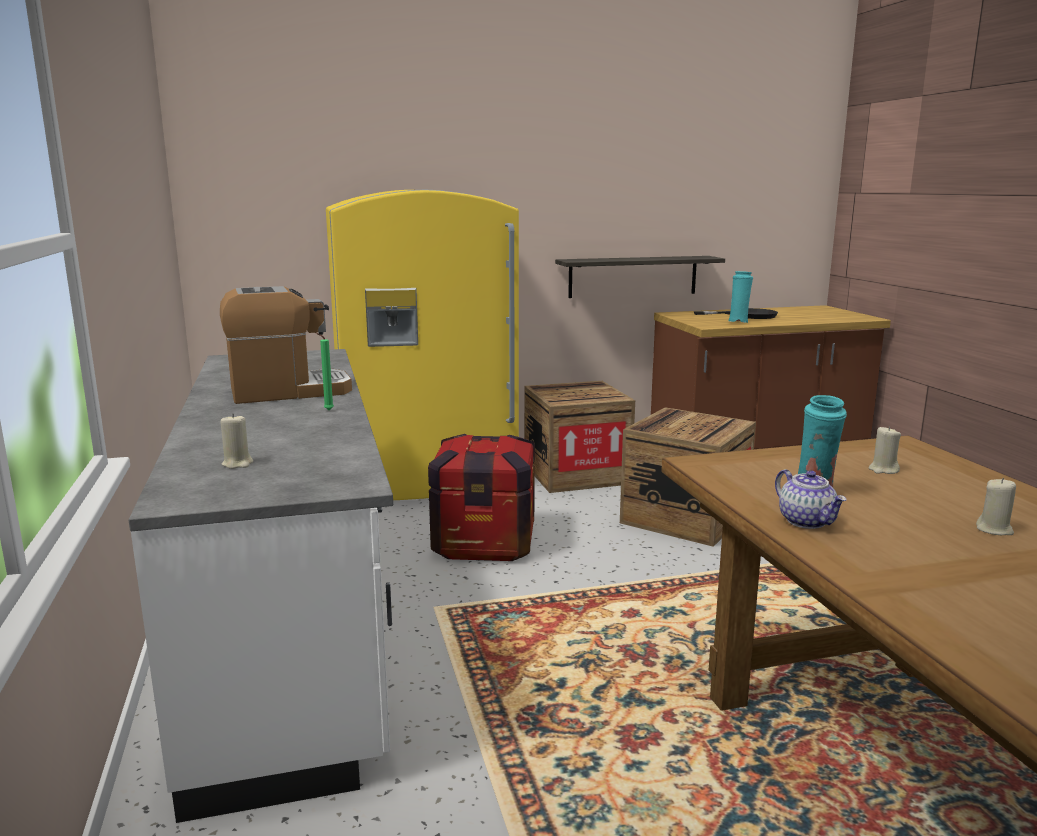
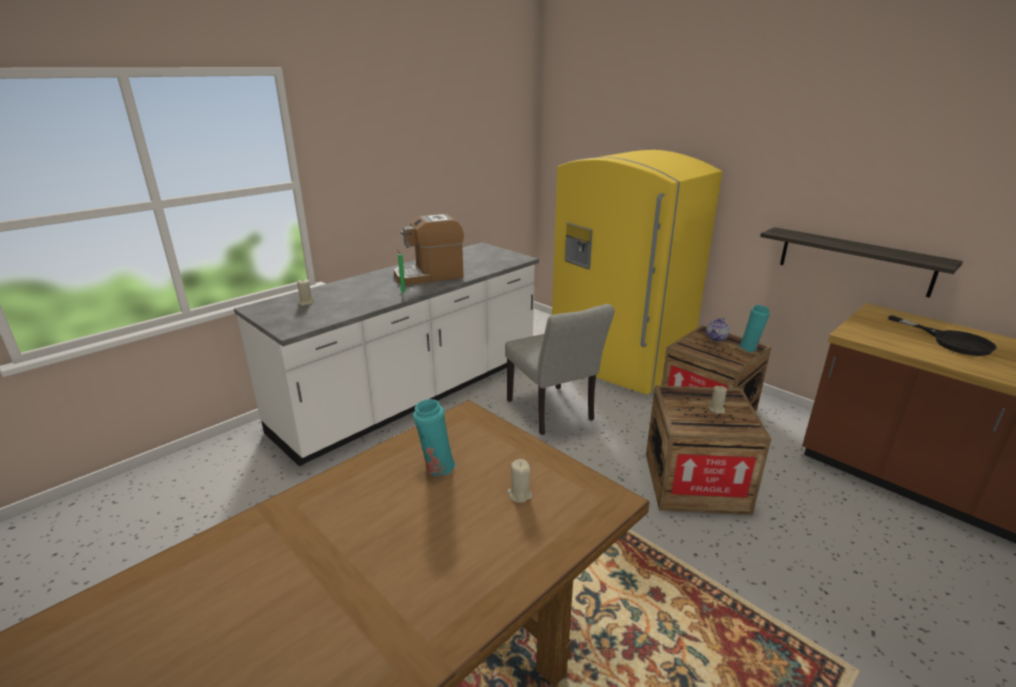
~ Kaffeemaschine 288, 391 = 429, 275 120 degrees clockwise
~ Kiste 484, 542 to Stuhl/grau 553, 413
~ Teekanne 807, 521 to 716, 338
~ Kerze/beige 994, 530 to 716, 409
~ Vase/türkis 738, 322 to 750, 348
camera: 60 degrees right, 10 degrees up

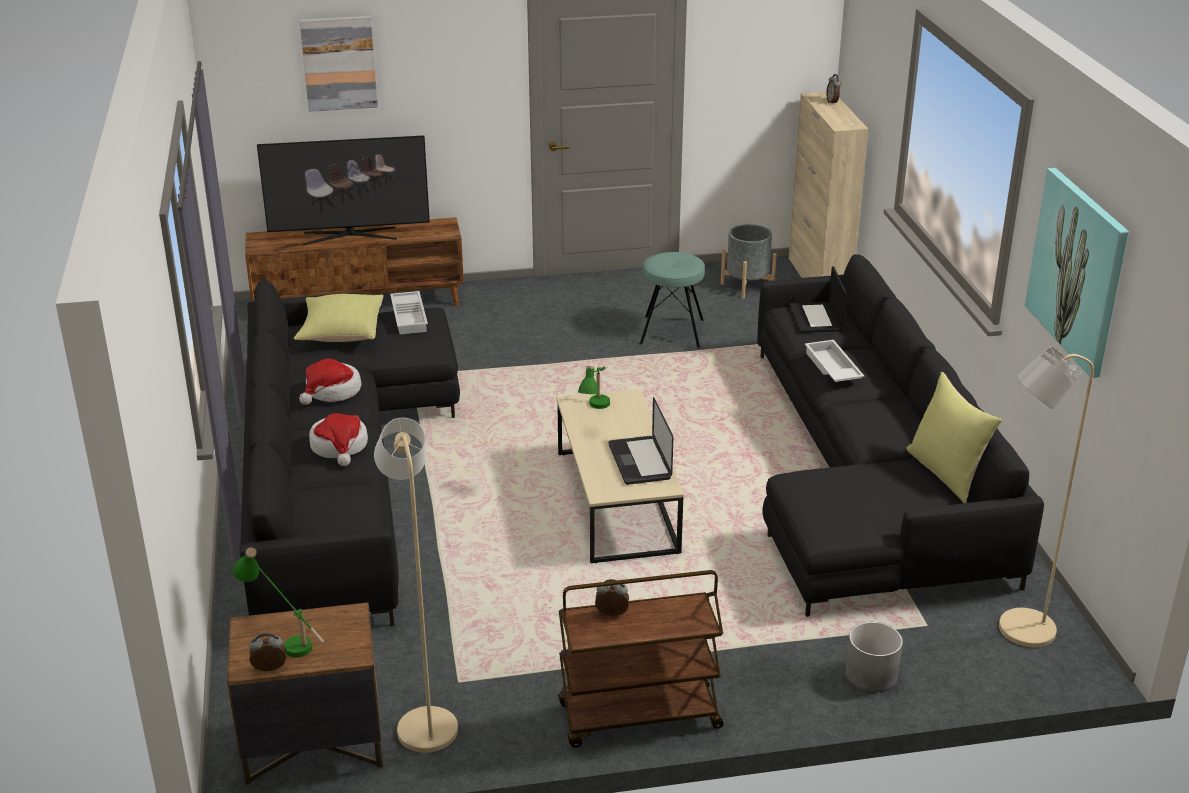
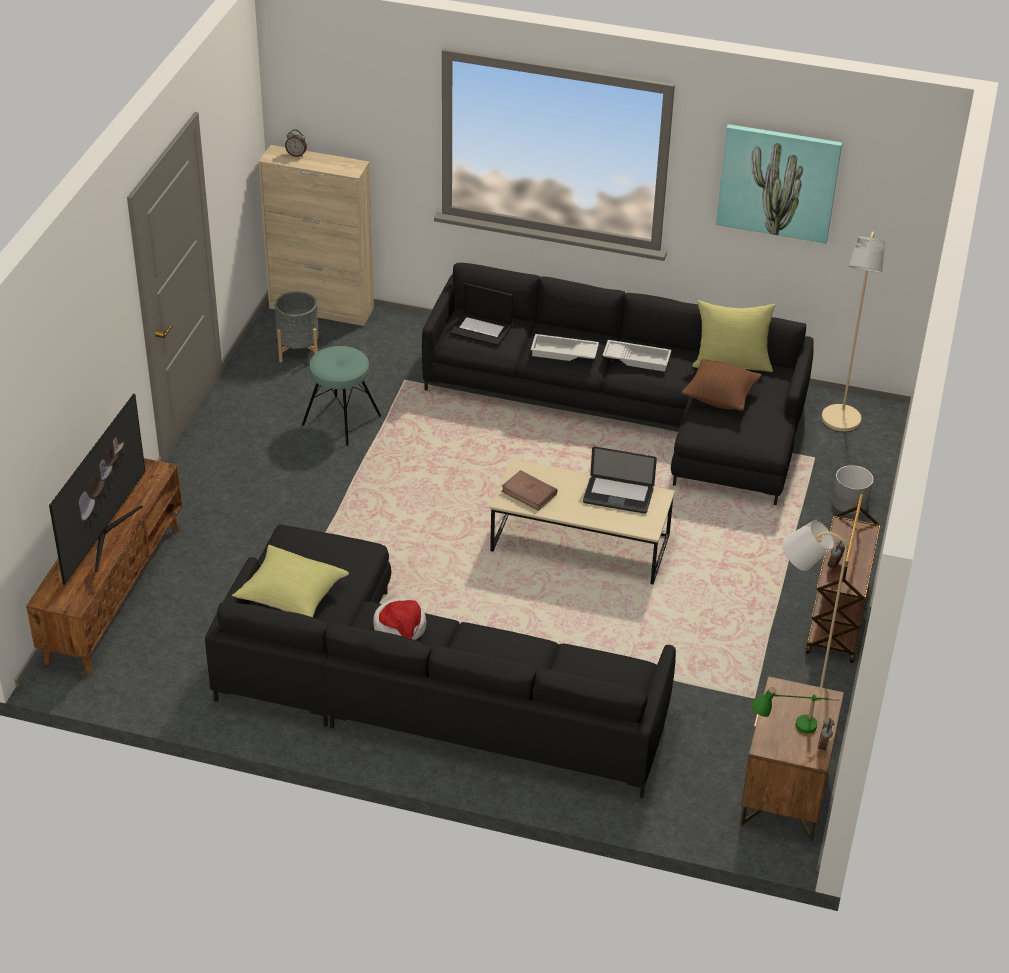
~ Tischlampe/grün 596, 411 to Buch/braun 529, 493
~ Tablett/weiß 410, 317 to 637, 359
+ Kissen/braun 720, 398
- Bild 339, 63
- Hut 340, 447
camera: 65 degrees left, 10 degrees up

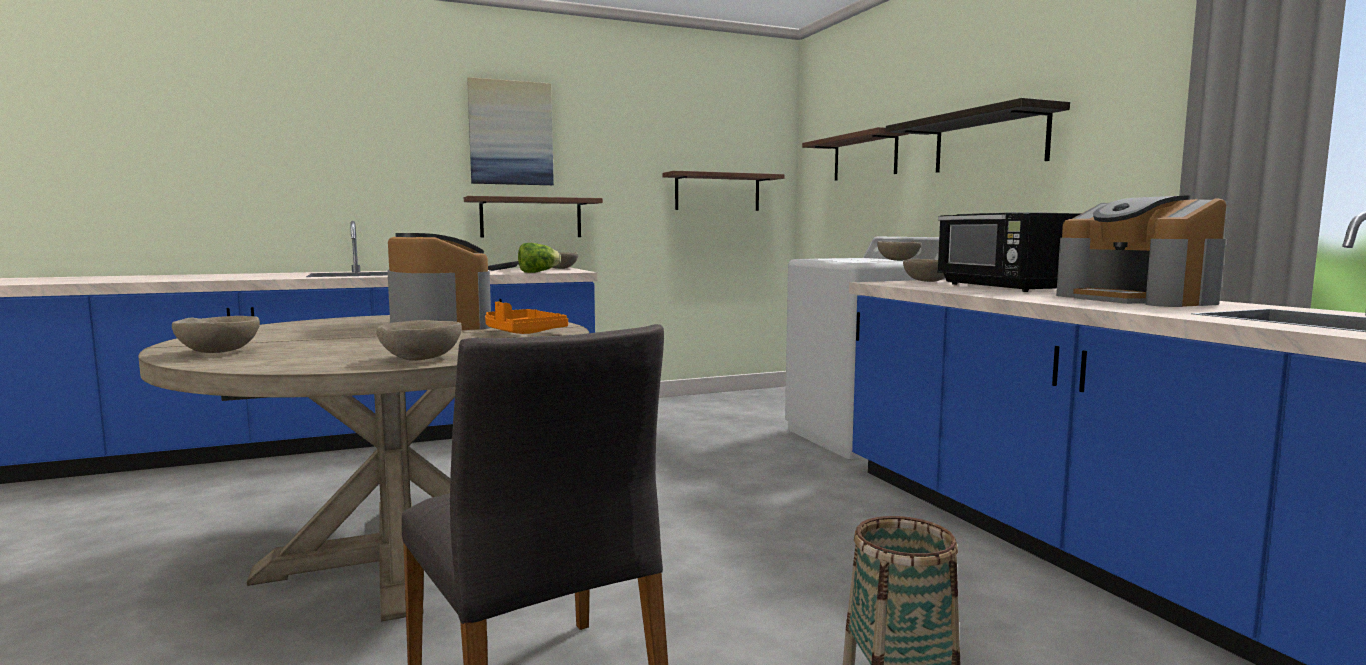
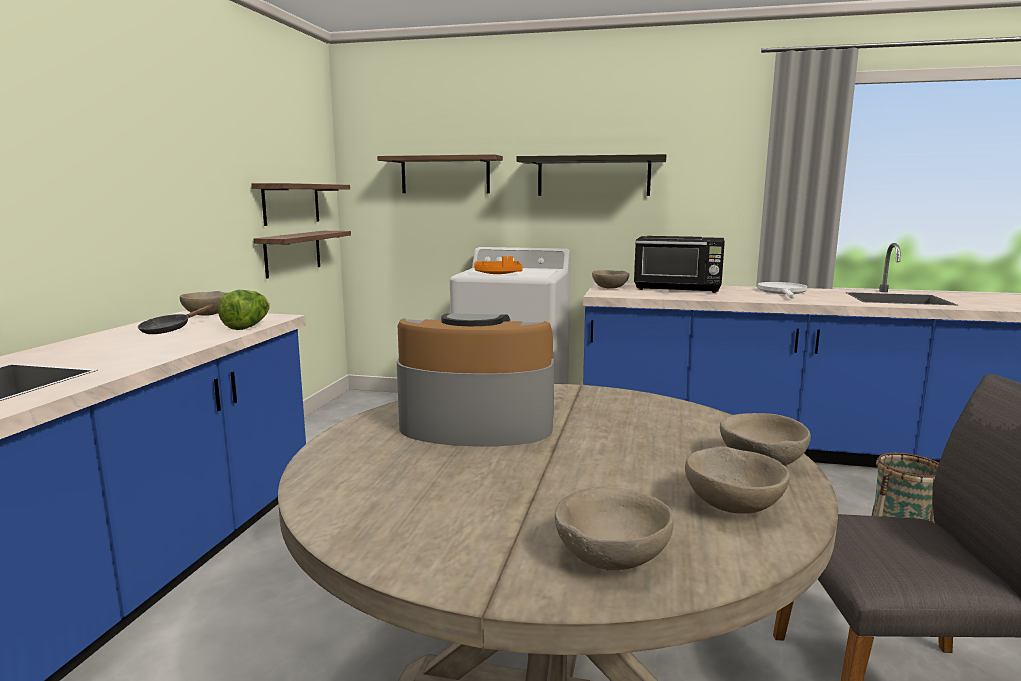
~ Wandregal 531, 217 to 293, 253
~ Tablett/orange 521, 333 to 498, 274
~ Schüssel/beige 898, 260 to 734, 506
~ Kaffeemaschine 1137, 299 to Pfanne/weiß 783, 292
- Bild 511, 133
camera: 55 degrees left, 5 degrees up

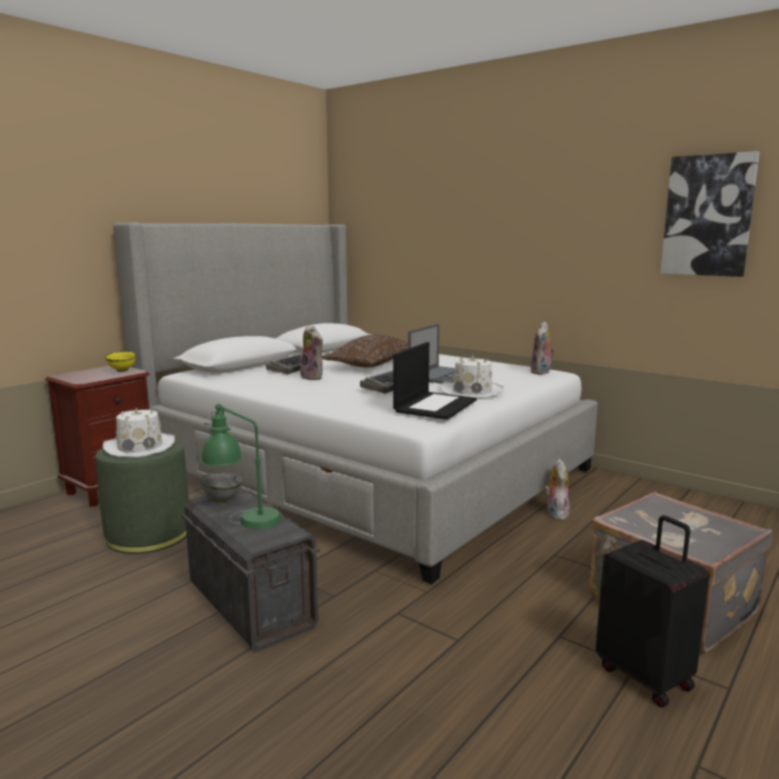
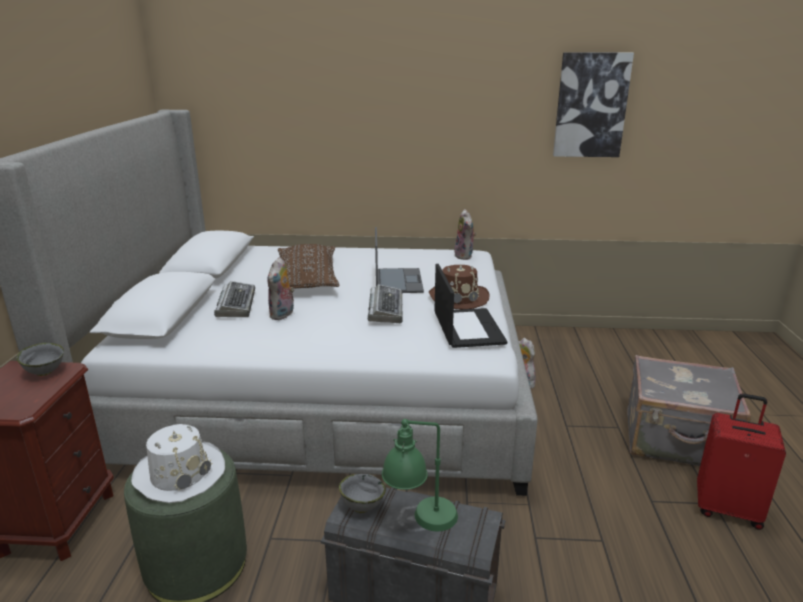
~ Schüssel/gelb 123, 371 to Schüssel/grau 46, 372
~ Plüschtier 314, 377 = 283, 315 90 degrees clockwise
~ Hut/weiß 472, 391 to Hut/braun 458, 297
~ Koffer/schwarz 645, 676 to Koffer/rot 727, 509
camera: 35 degrees left, 10 degrees up

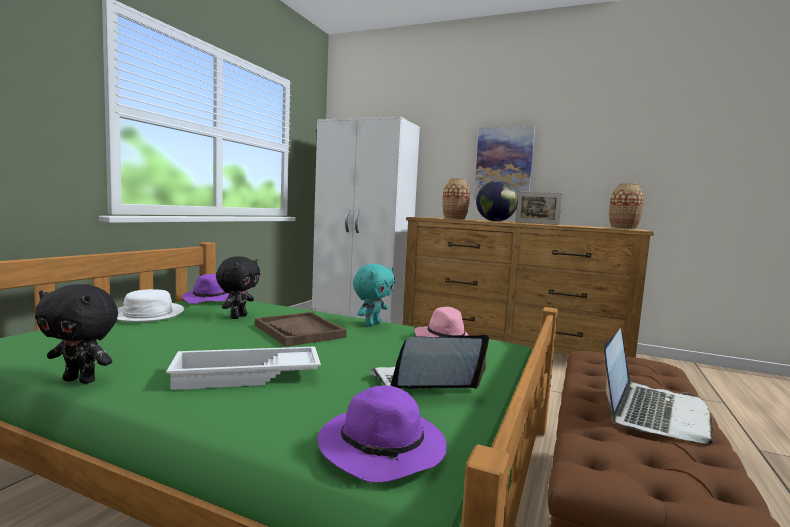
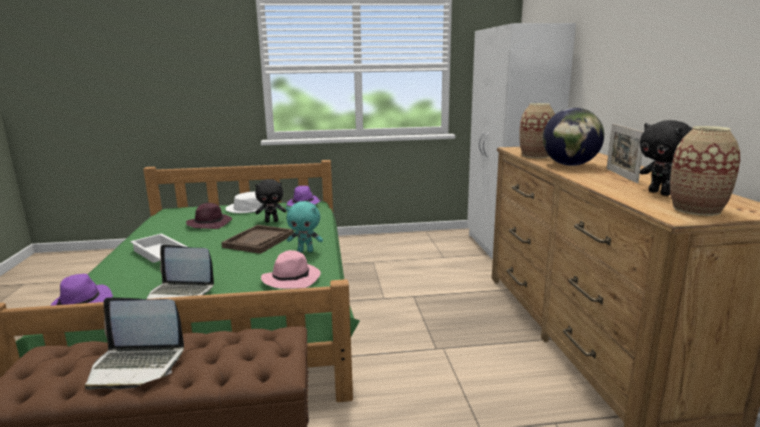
~ Laptop 423, 384 = 180, 294 150 degrees clockwise
+ Hut/lila 210, 224
~ Plüschtier/schwarz 81, 380 to 660, 193
- Bild 504, 164
camera: 60 degrees right, 10 degrees up

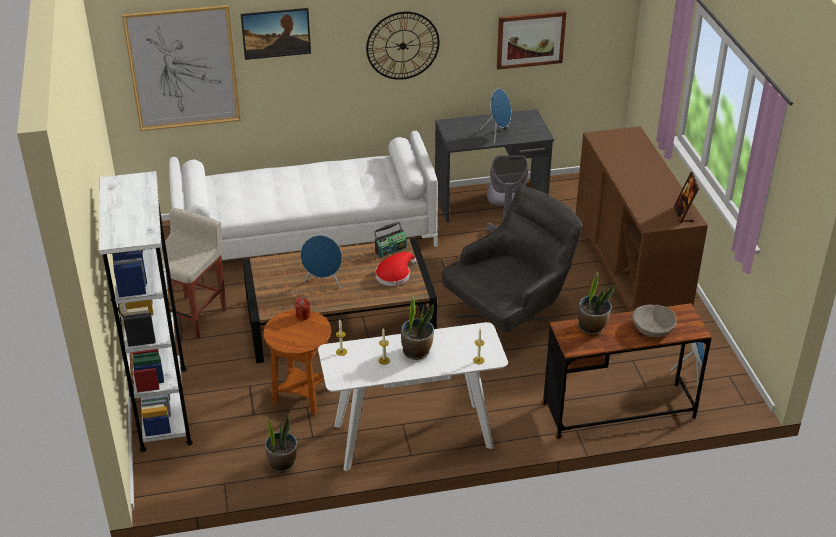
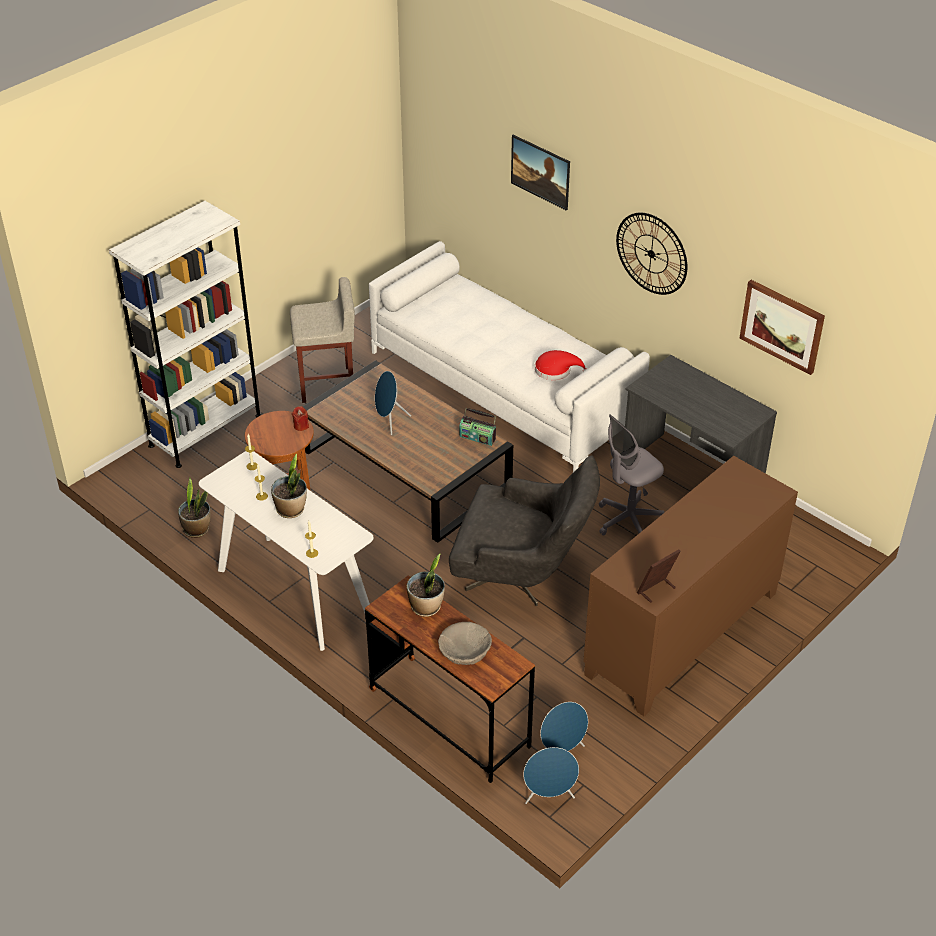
~ Lautsprecher/blau 497, 134 to 549, 796
~ Hut/rot 394, 275 to 556, 370
- Bild 183, 68
camera: 55 degrees right, 5 degrees up

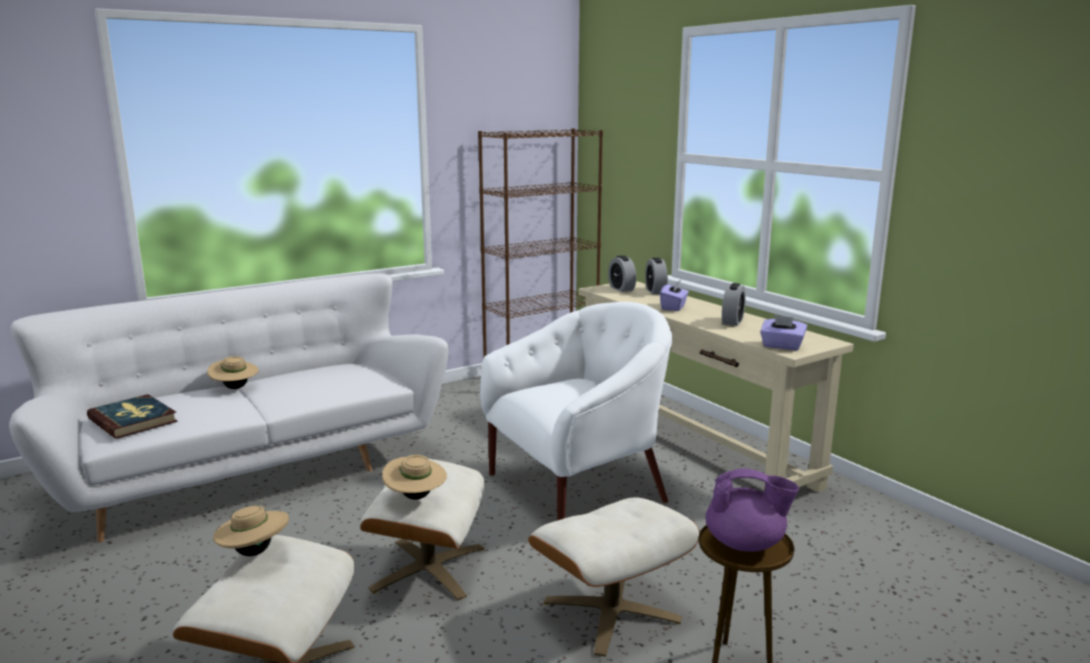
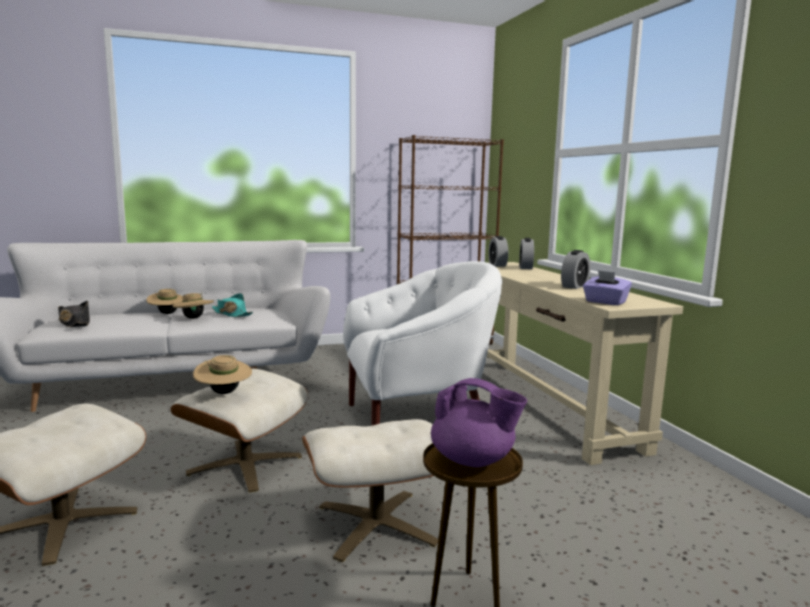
~ Buch 133, 420 to Hut/schwarz 75, 323
~ Hut/beige 254, 552 to 194, 318
+ Hut/türkis 231, 314
- Taschentuchbox/lila 674, 307
camera: 15 degrees right, 5 degrees down

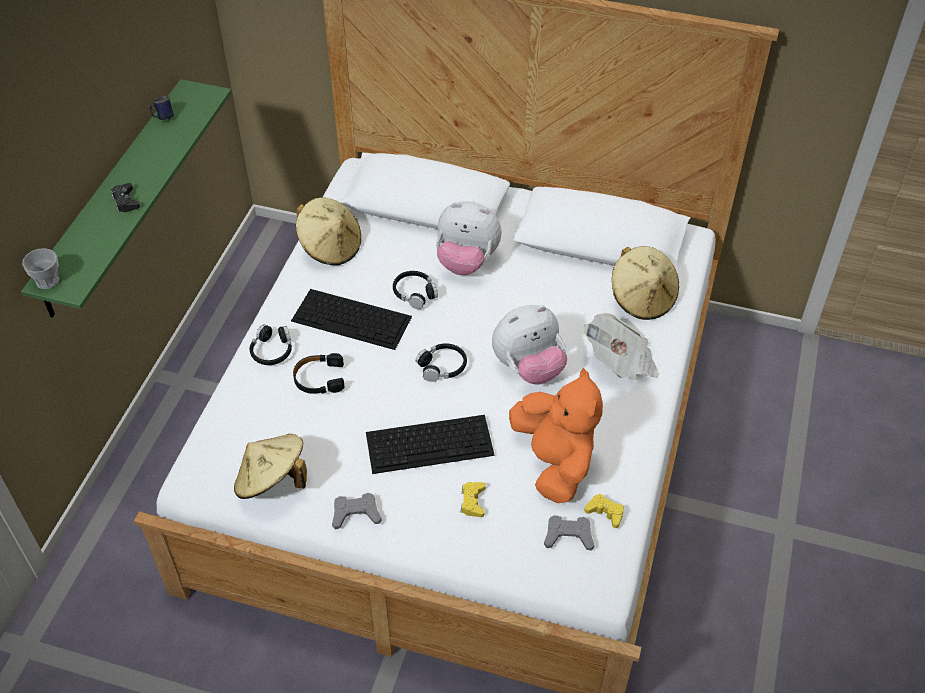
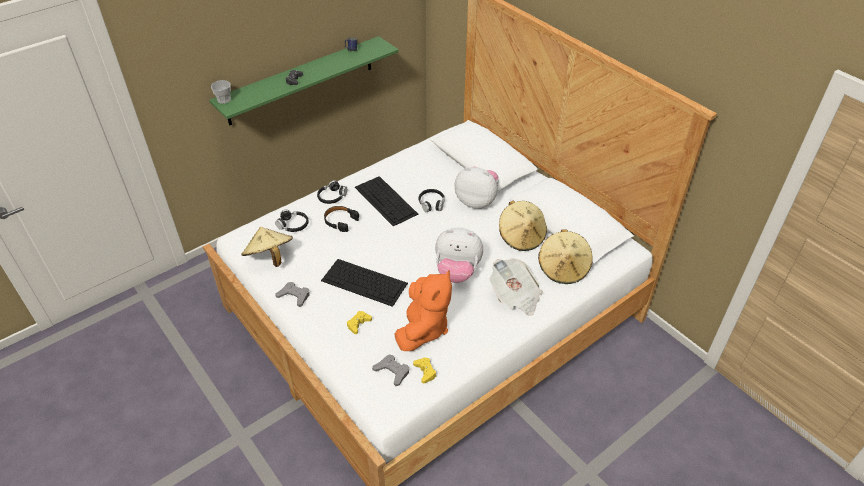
~ Kopfhörer/schwarz 442, 367 to 293, 225
~ Plüschtier 466, 261 = 477, 201 150 degrees clockwise
~ Hut/beige 330, 247 to 521, 237
camera: 35 degrees right, 5 degrees down

